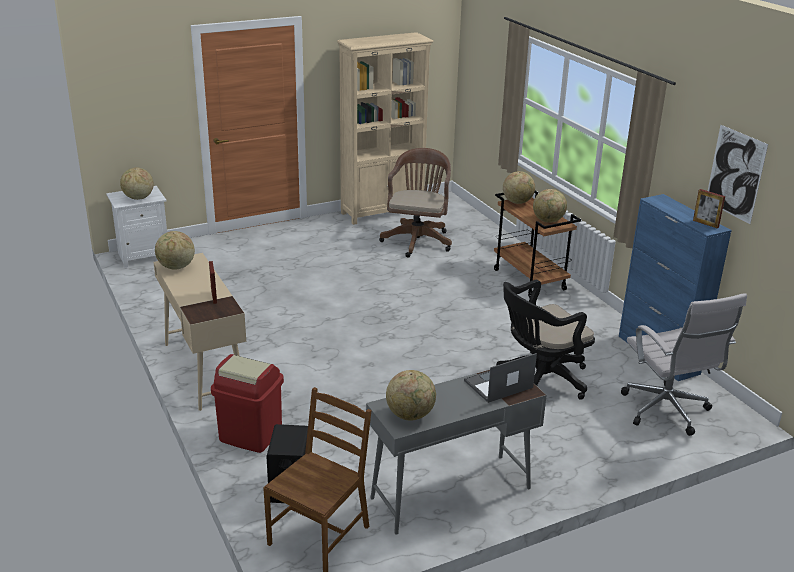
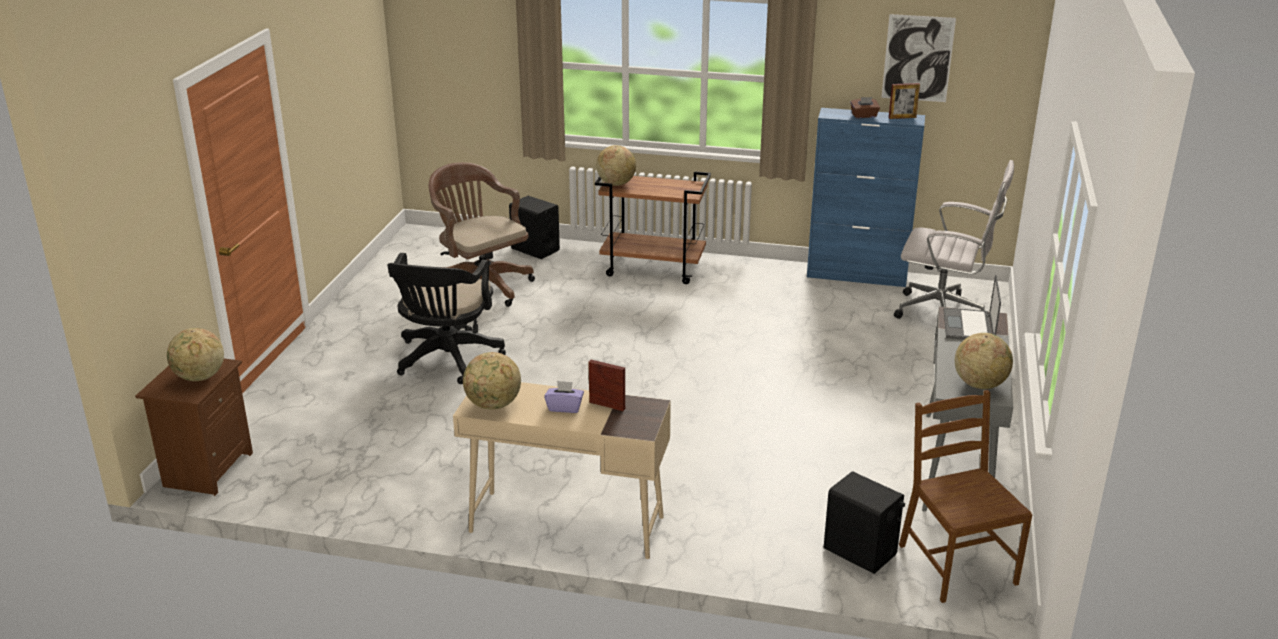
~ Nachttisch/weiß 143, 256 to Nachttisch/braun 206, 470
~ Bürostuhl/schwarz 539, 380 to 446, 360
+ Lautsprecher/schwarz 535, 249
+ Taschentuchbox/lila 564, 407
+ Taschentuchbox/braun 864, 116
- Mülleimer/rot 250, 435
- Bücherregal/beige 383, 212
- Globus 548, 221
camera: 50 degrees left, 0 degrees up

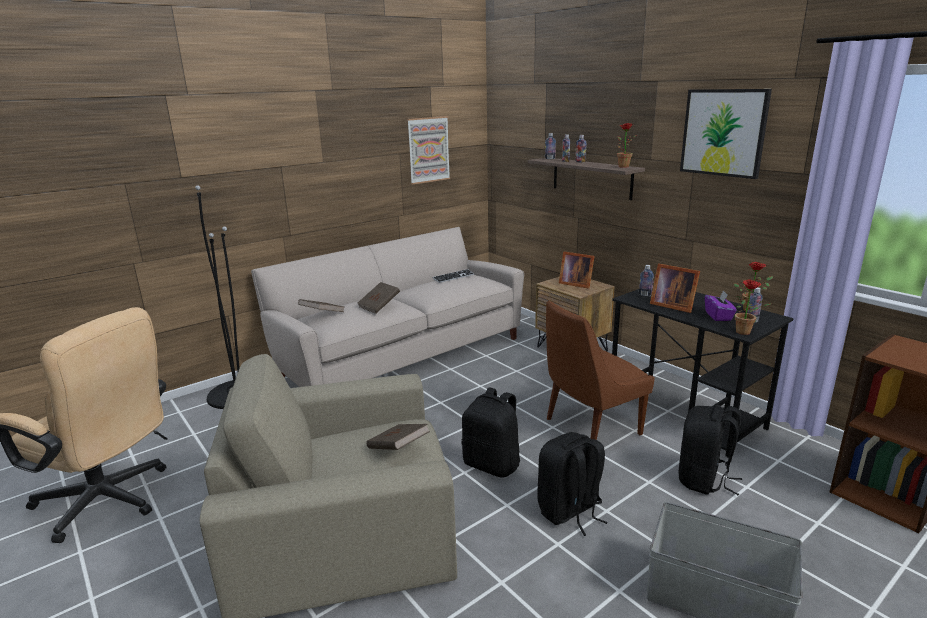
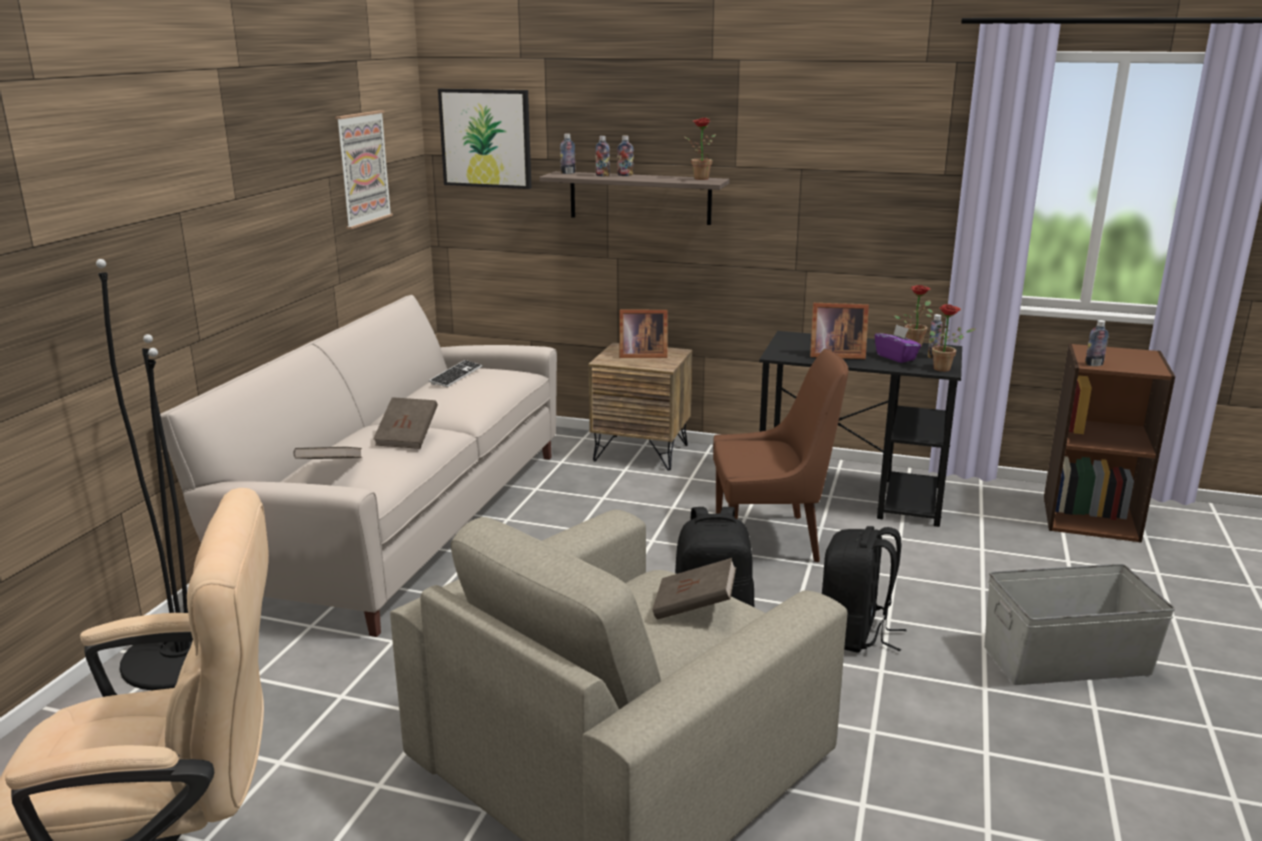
~ Bild 723, 132 to 486, 138
~ Stuhl/braun 589, 427 = 771, 539 120 degrees counterclockwise
~ Flasche 645, 295 to 1094, 364
- Rucksack/schwarz 704, 479
camera: 35 degrees left, 0 degrees up

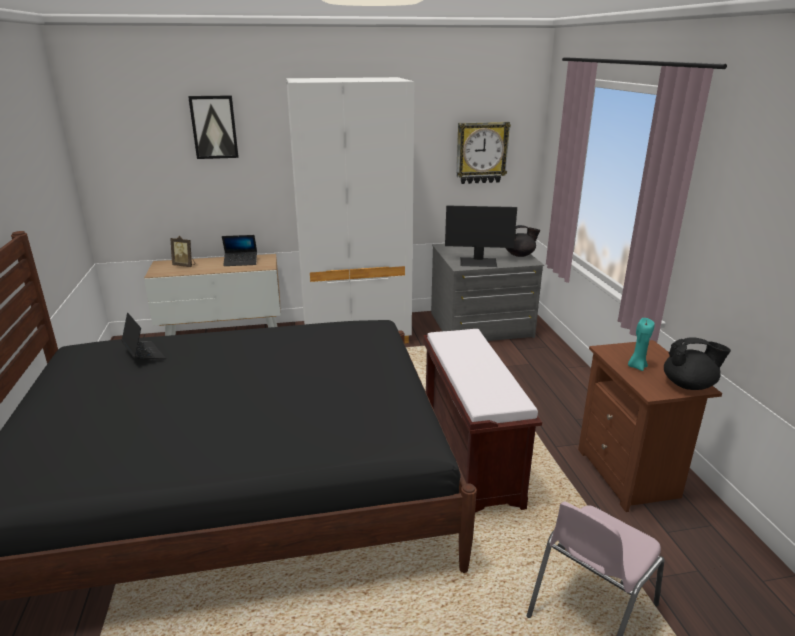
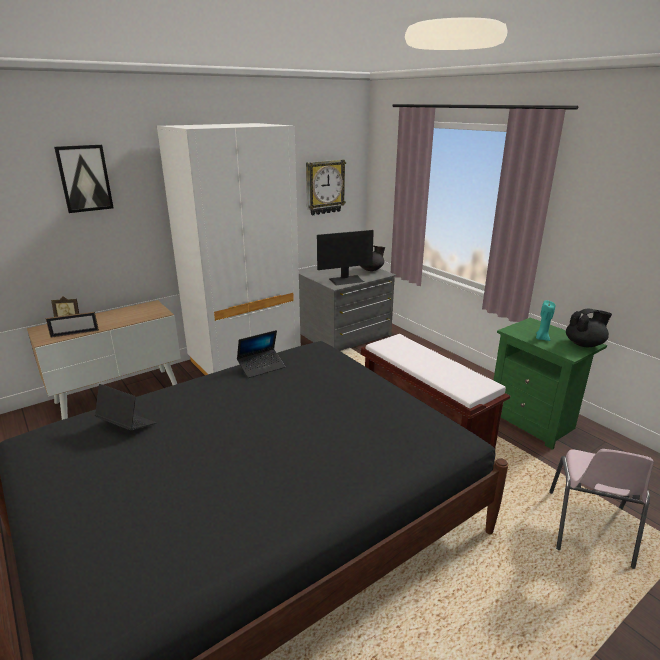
+ Bilderrahmen 75, 333
~ Laptop 241, 262 to 261, 367
~ Nachttisch/braun 630, 475 to Nachttisch/grün 534, 422
camera: 25 degrees left, 0 degrees up

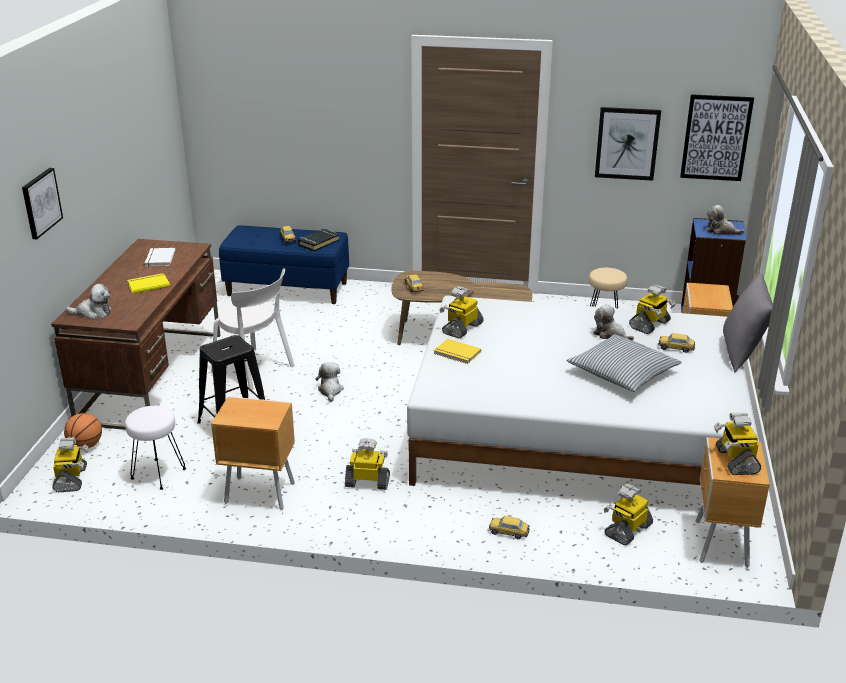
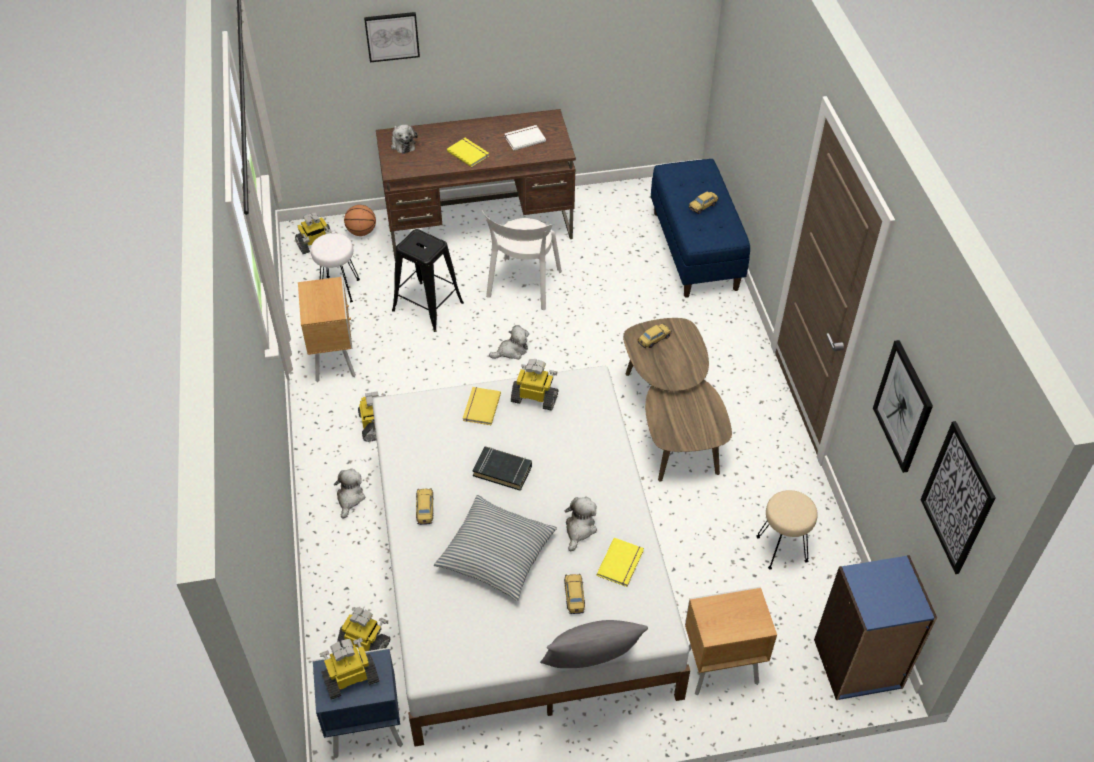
~ Nachttisch/braun 720, 545 to Nachttisch/blau 364, 729
~ Plüschtier 721, 231 to 350, 498
~ Spielzeugauto 508, 532 to 425, 509
~ Buch/schwarz 318, 242 to 502, 470
~ Spielzeugroboter 650, 325 to Buch/gelb 621, 563
camera: 70 degrees right, 20 degrees up

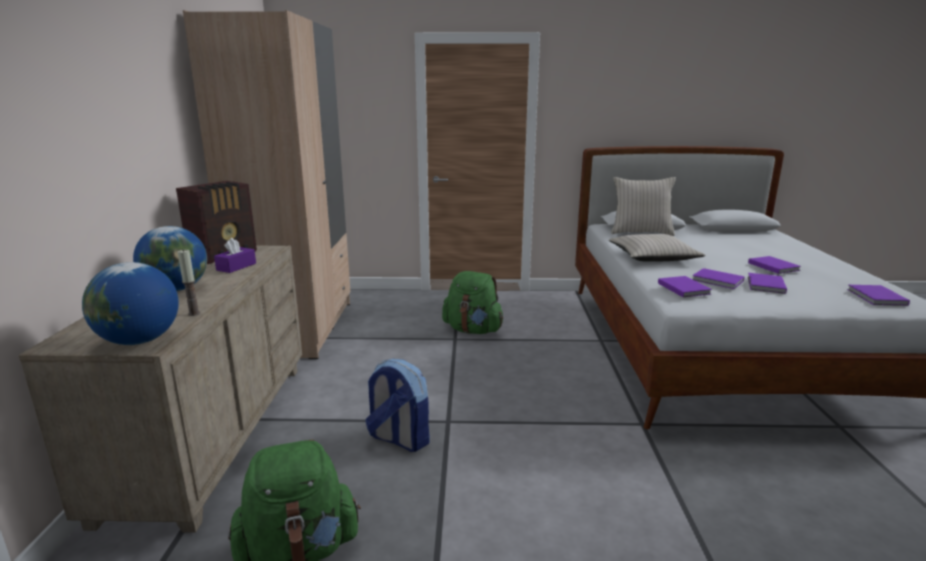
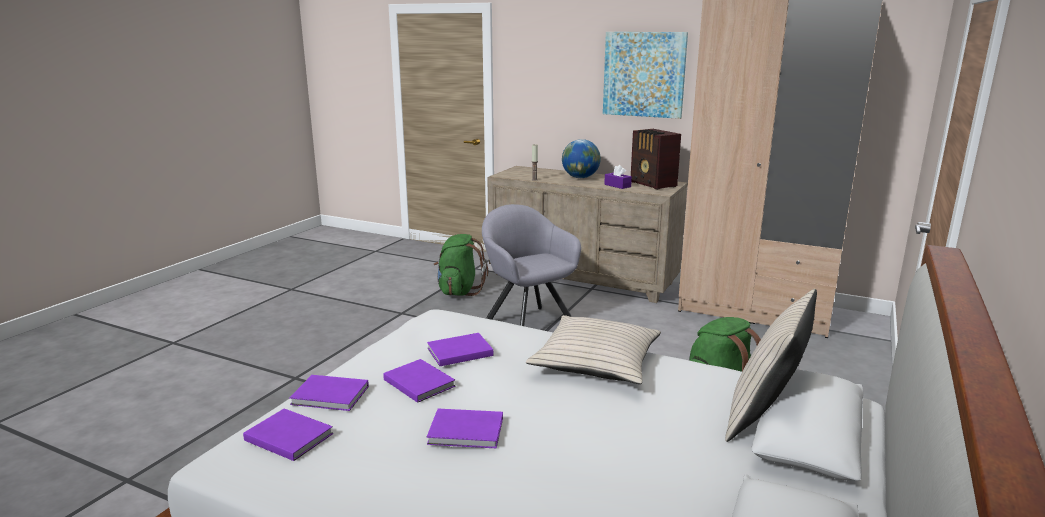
~ Buch/lila 683, 288 to 331, 396
~ Rucksack 398, 439 to Sessel/grau 527, 323
+ Bild 644, 74
- Globus 139, 341
camera: 115 degrees right, 0 degrees up

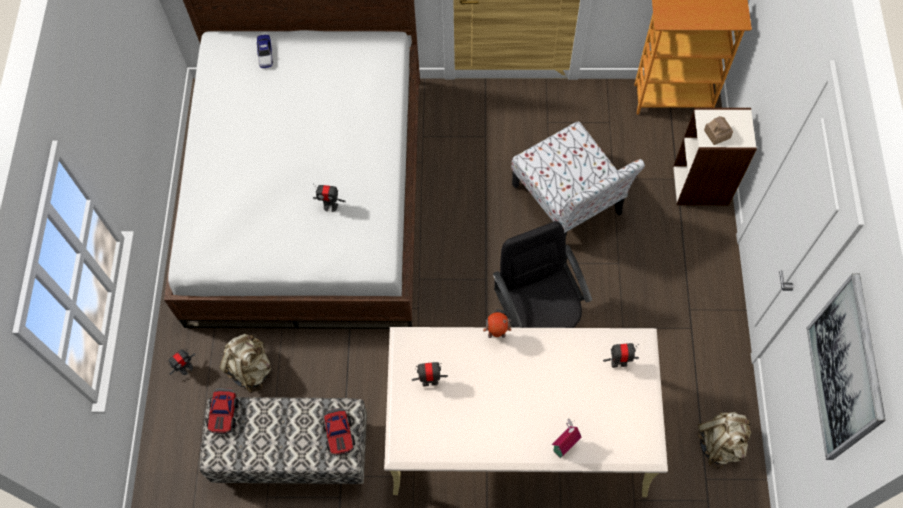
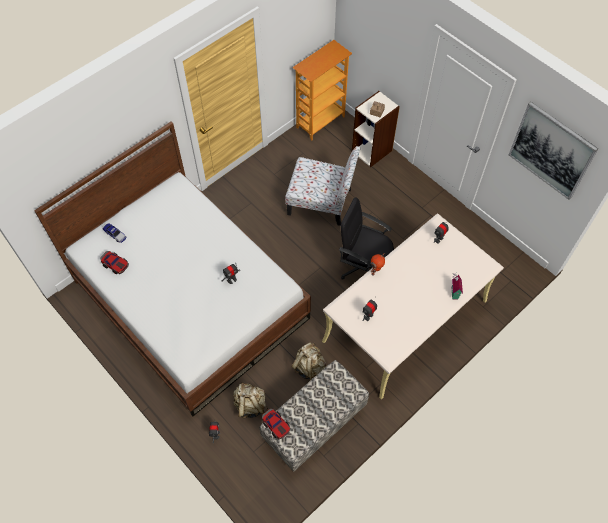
~ Spielzeugauto 339, 434 to 115, 264
~ Rucksack/beige 720, 443 to 309, 367
camera: 45 degrees left, 5 degrees down

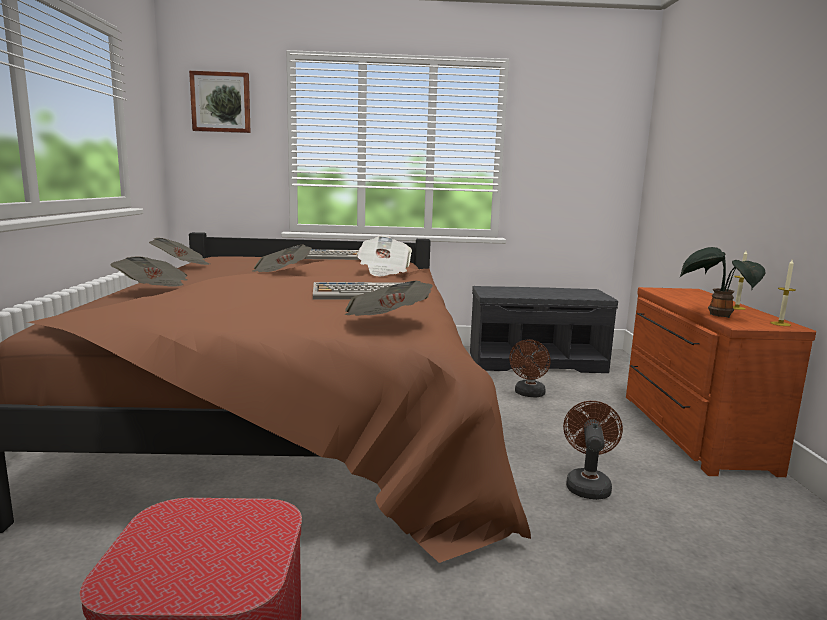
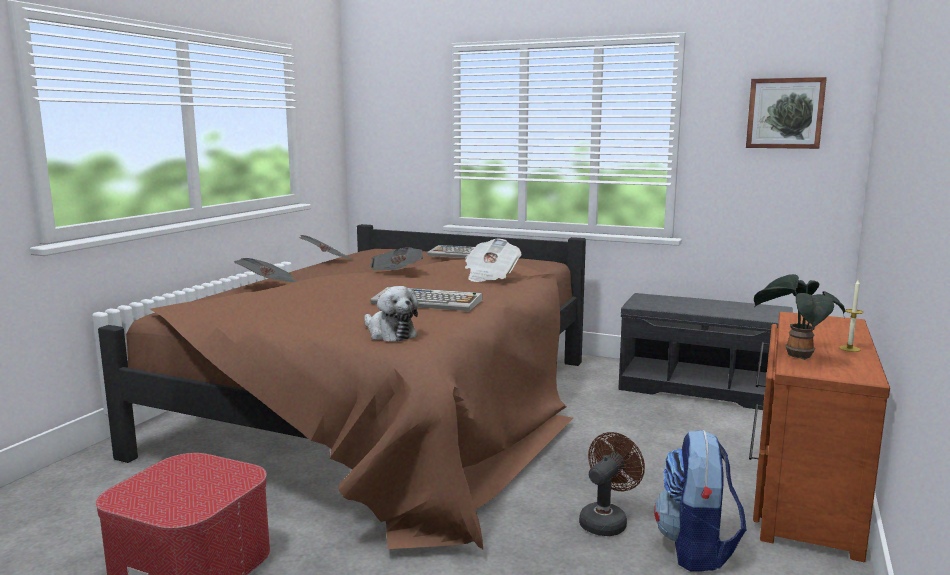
~ Zeitung 387, 324 to Plüschtier 389, 334
+ Rucksack 696, 549
~ Bild 221, 102 to 785, 113
- Ventilator/braun 528, 394
- Kerze 780, 324
camera: 25 degrees right, 0 degrees up

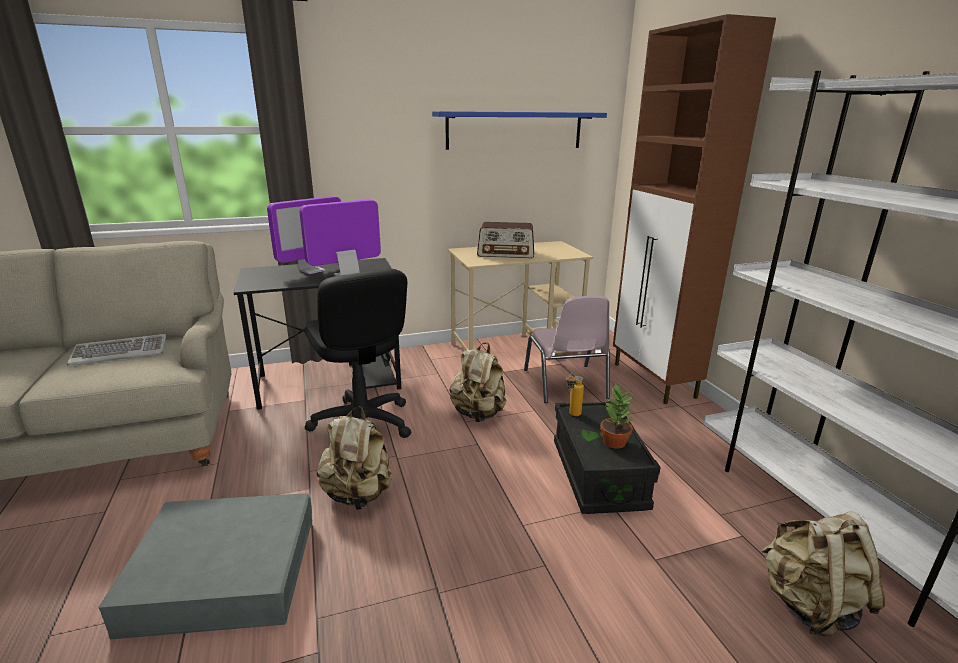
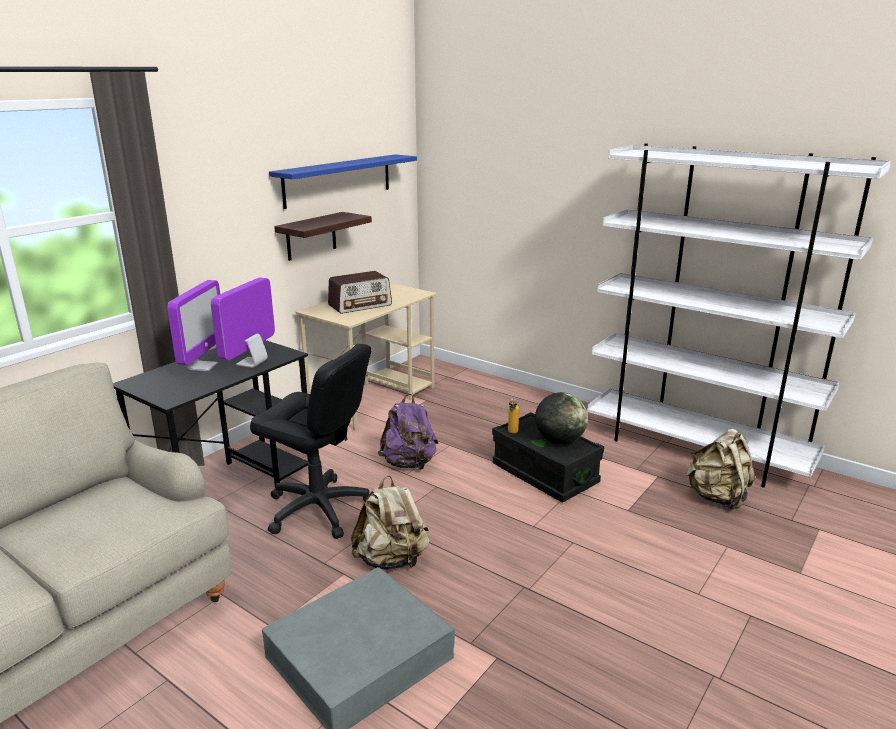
+ Wandregal 311, 236
~ Rucksack/beige 478, 414 to Rucksack/lila 409, 464
~ Topfpflanze 613, 442 to Globus 559, 441
- Tastatur 120, 352
- Stuhl/rosa 566, 384
- Schrank/braun 654, 381
camera: 35 degrees left, 0 degrees up

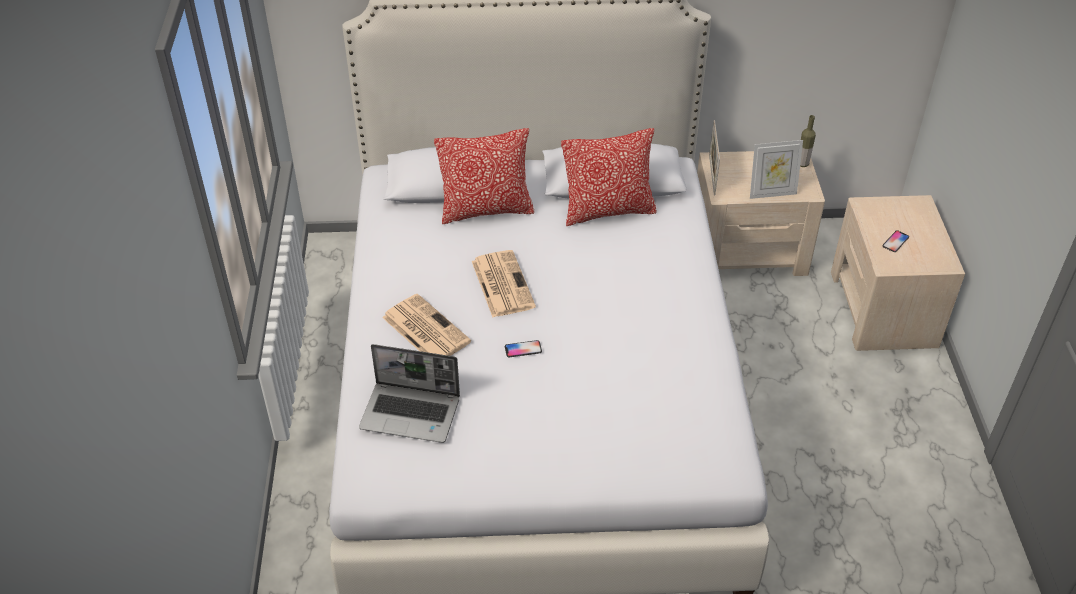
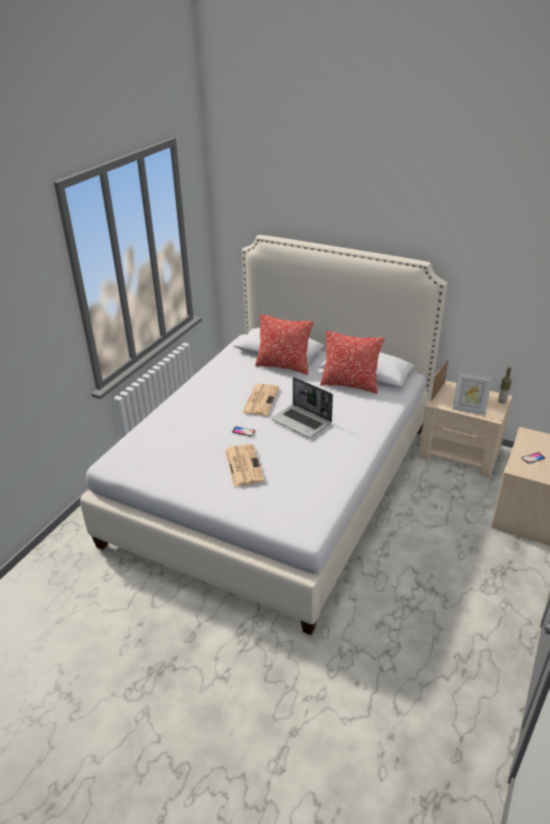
~ Zeitung 424, 329 to 243, 465
~ Laptop 412, 413 to 302, 422
camera: 30 degrees right, 10 degrees down

